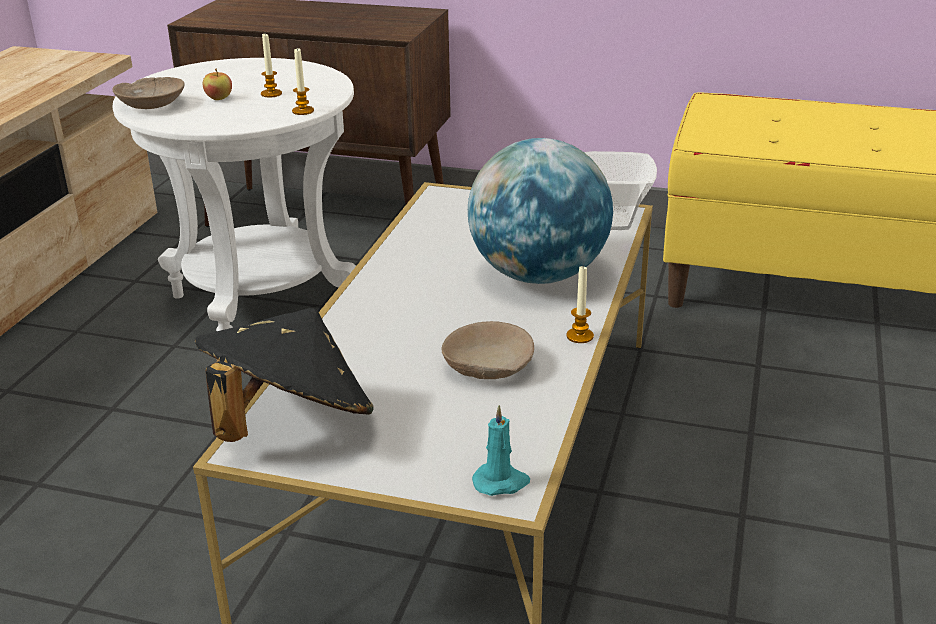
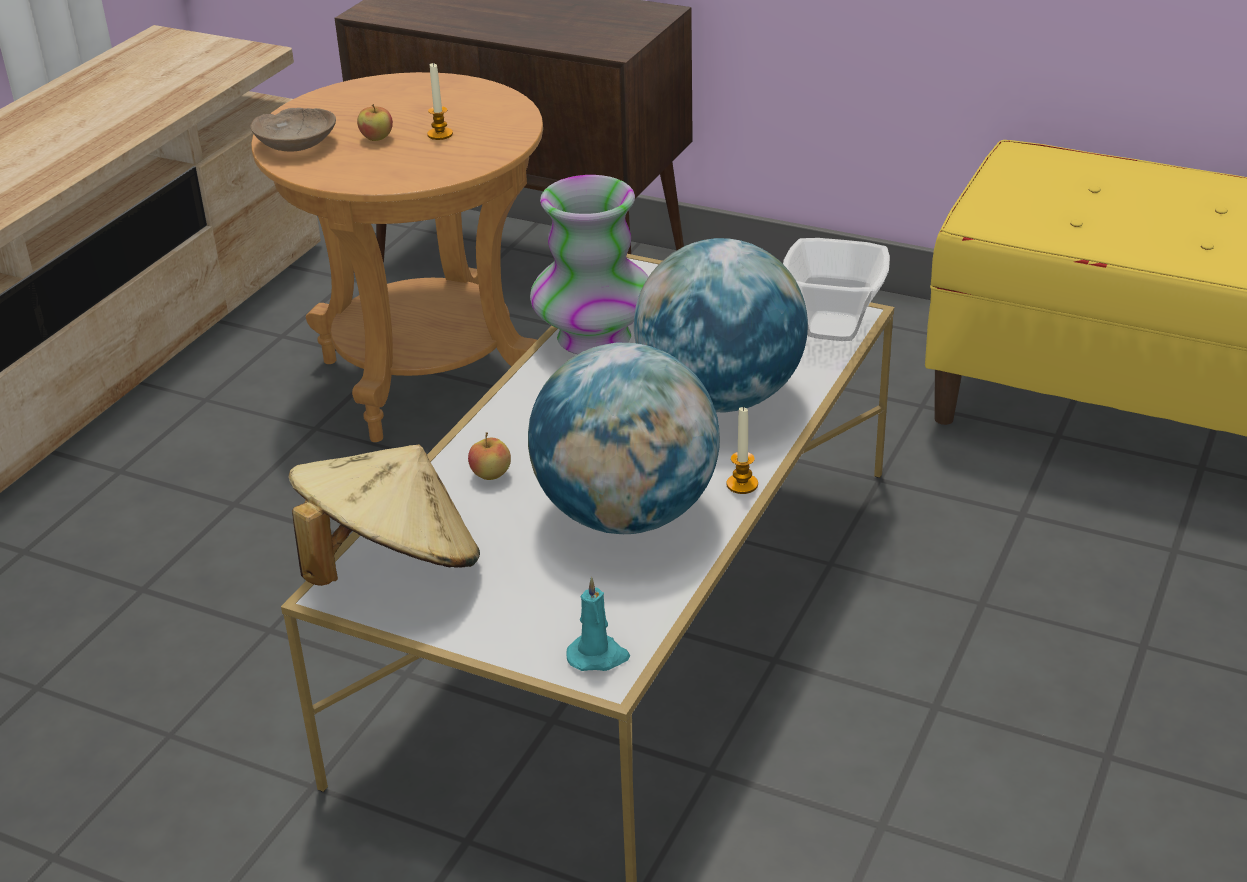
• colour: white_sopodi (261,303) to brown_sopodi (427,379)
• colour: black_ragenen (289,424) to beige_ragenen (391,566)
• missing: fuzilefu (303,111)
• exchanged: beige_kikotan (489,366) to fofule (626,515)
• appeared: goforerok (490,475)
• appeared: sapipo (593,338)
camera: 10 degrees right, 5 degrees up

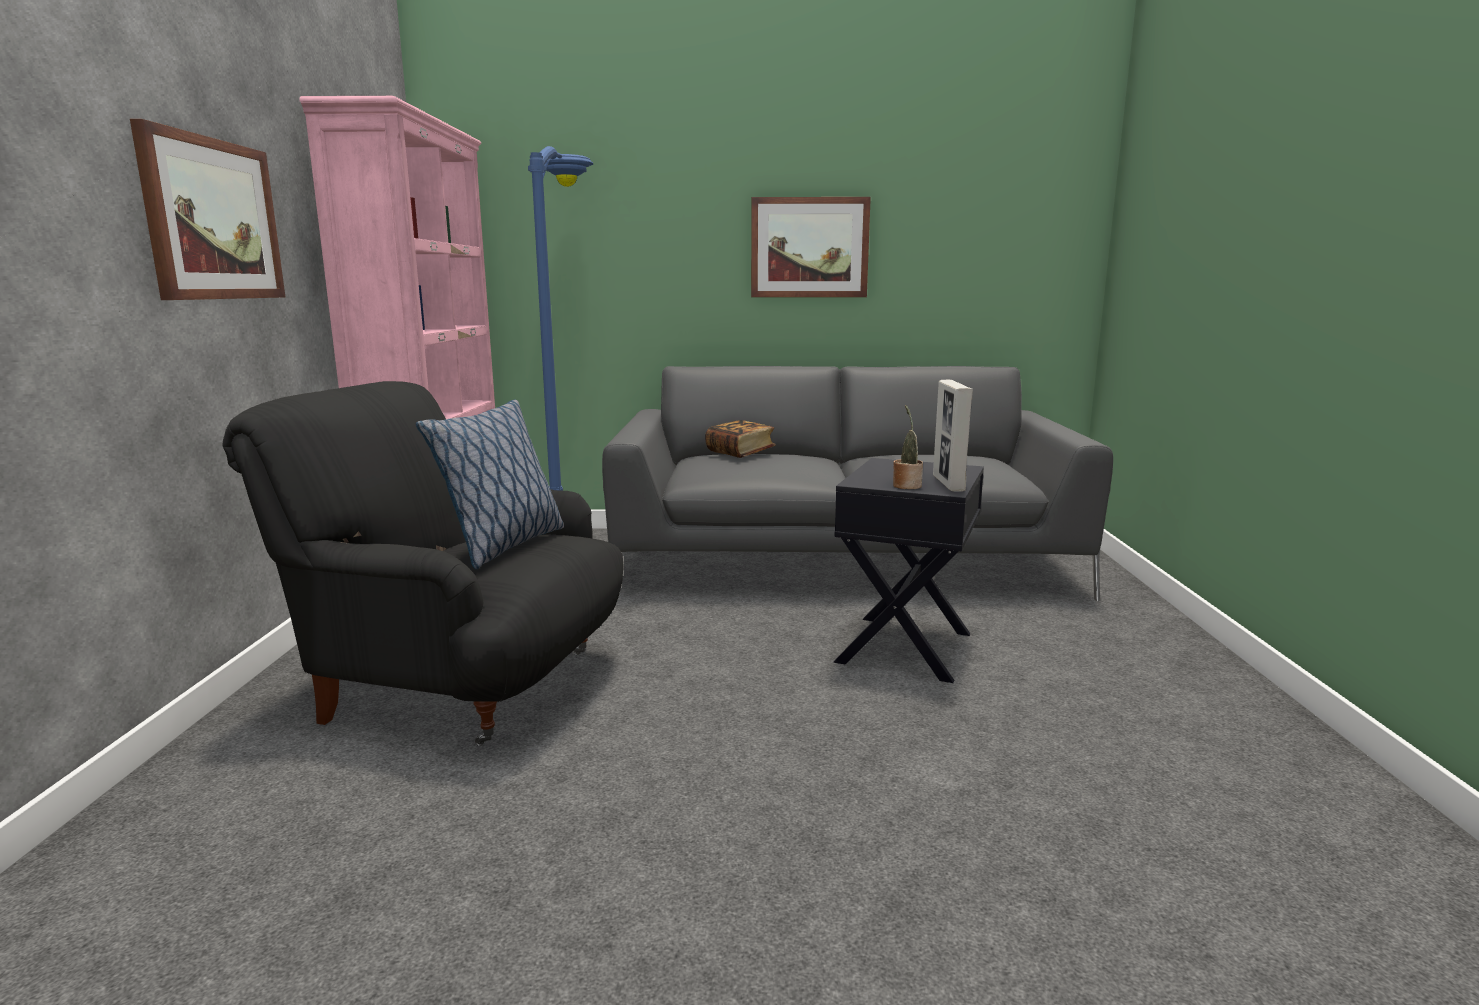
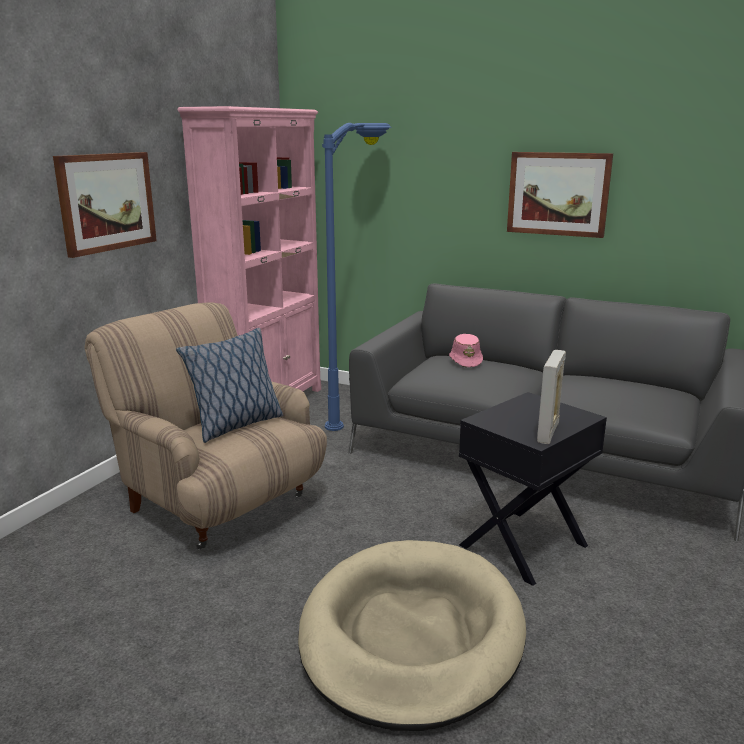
• colour: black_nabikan (463,685) to beige_nabikan (218,504)
• exchanged: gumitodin (740,453) to pink_ragenen (466,361)
• missing: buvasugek (906,485)
• appeared: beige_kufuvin (411,635)
camera: 25 degrees right, 5 degrees up

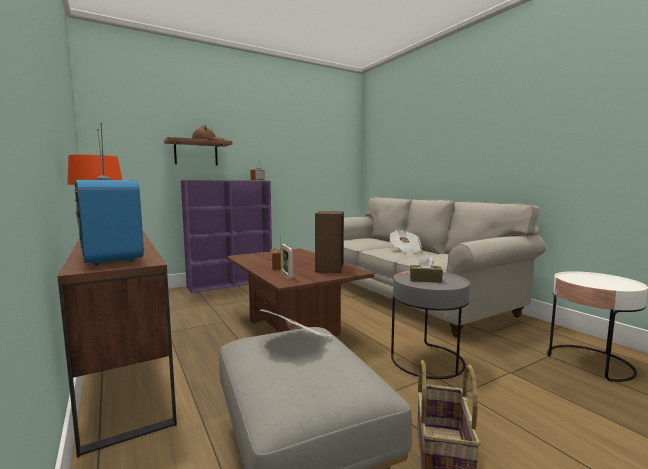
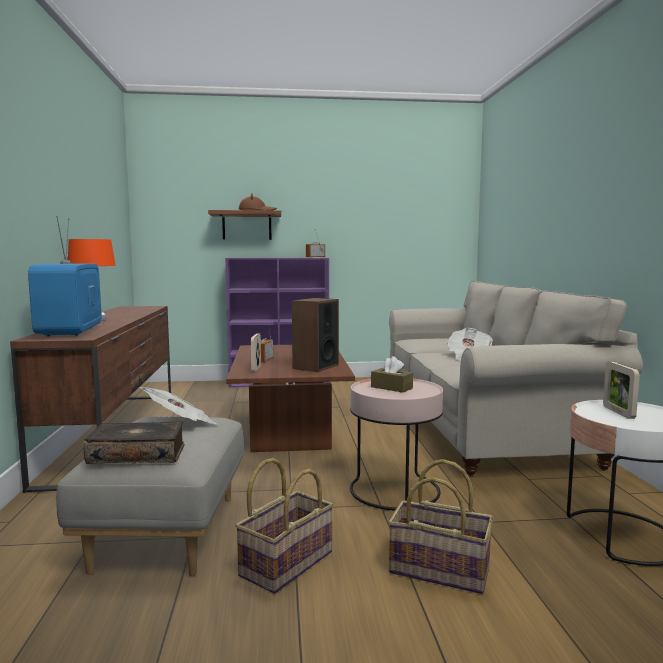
• colour: grey_sopodi (427,360) to pink_sopodi (394,490)
• appeared: gumitodin (137,454)
• appeared: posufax (440,569)
• appeared: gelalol (618,412)
camera: 25 degrees right, 0 degrees up

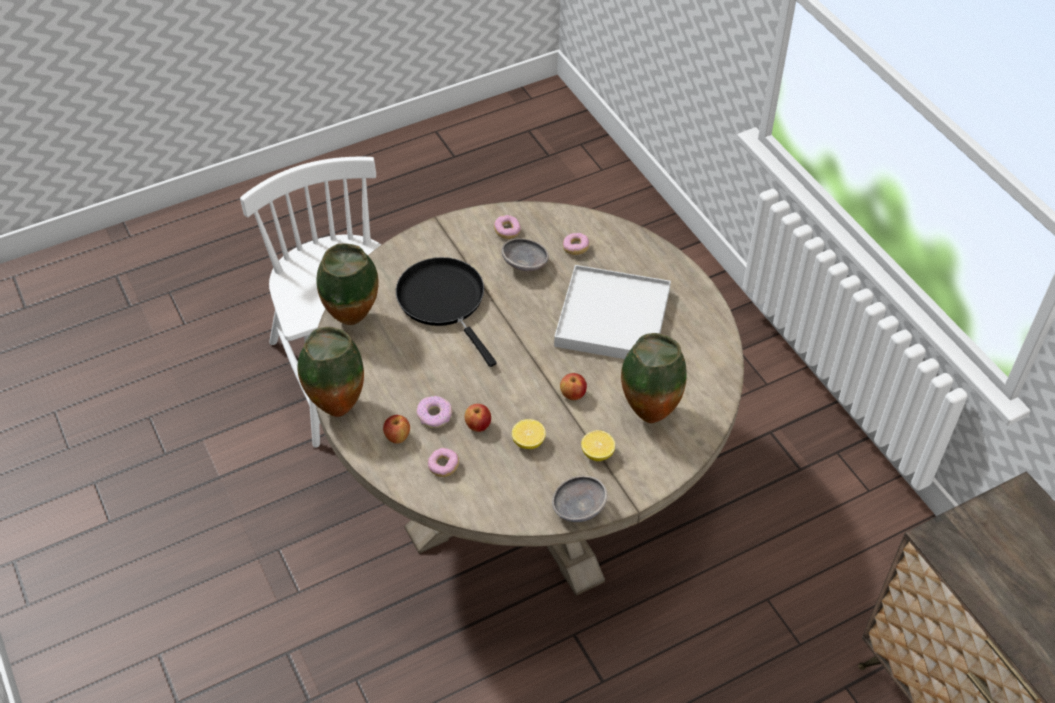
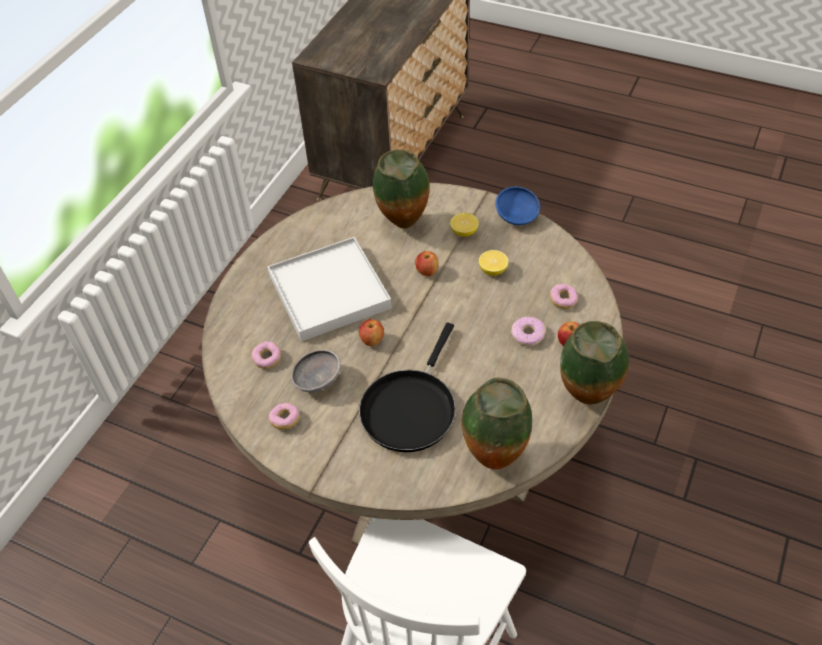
• relocated: goforerok (478,425) to (372,340)
• colour: grey_kikotan (578,508) to blue_kikotan (517,217)
camera: 125 degrees left, 0 degrees up

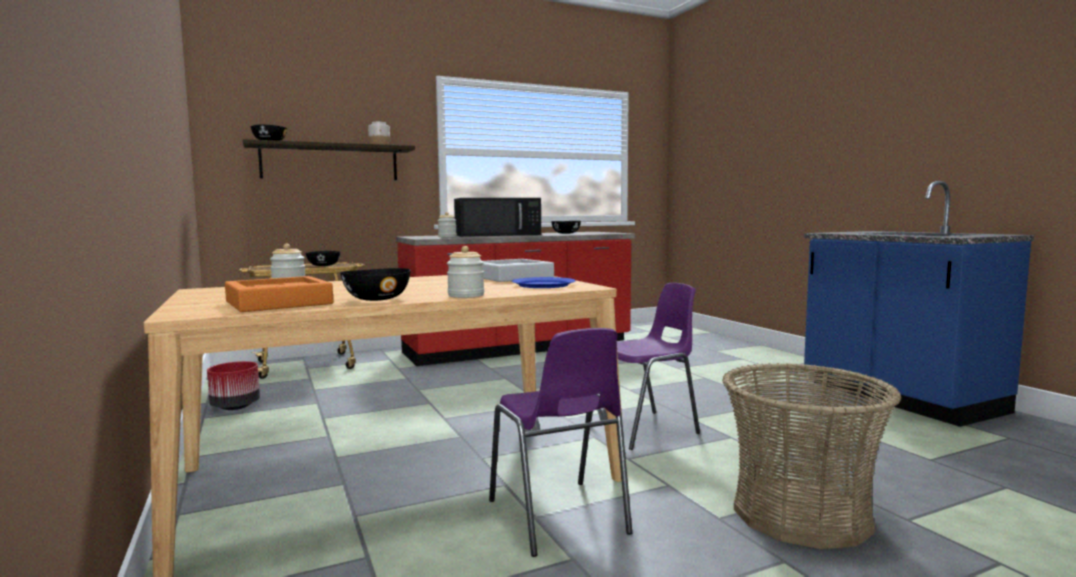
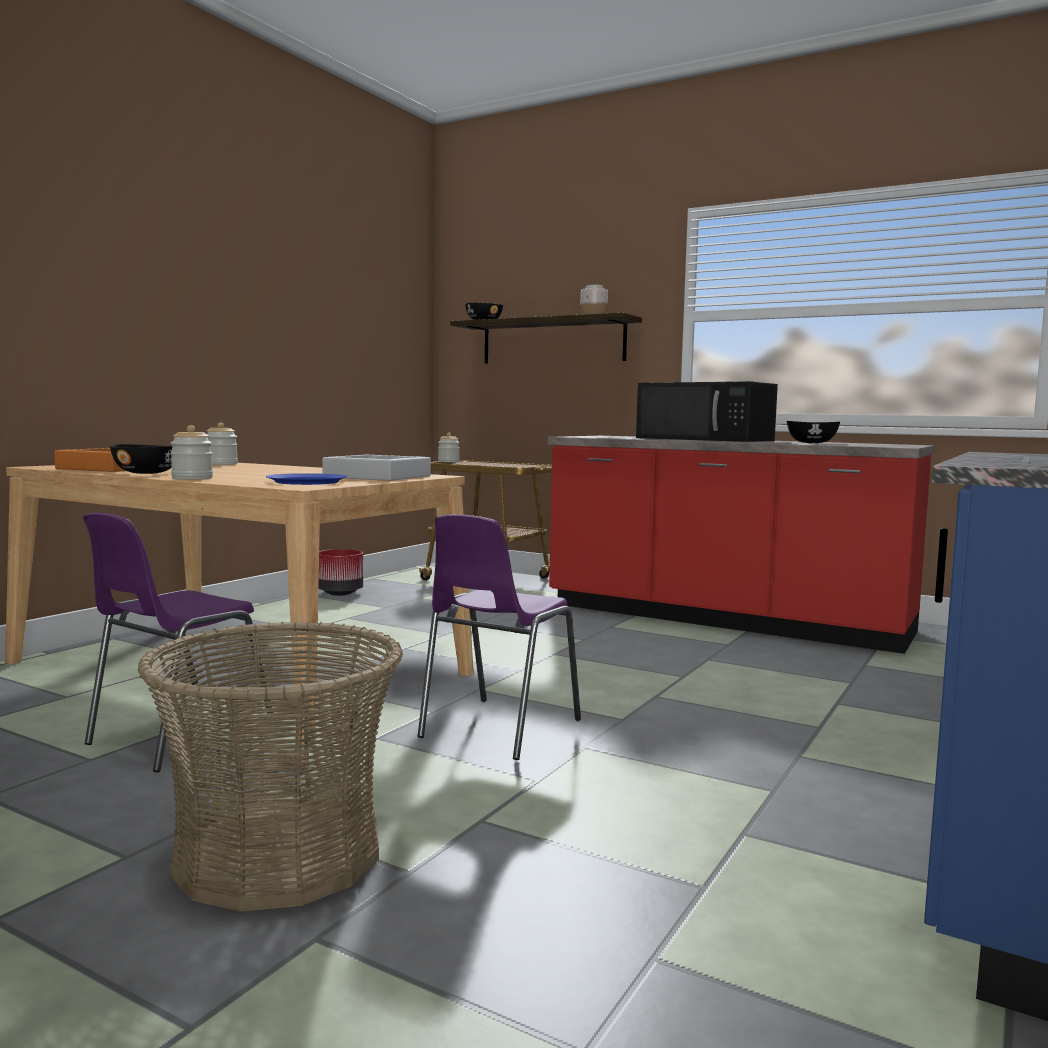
• missing: black_kikotan (324,266)
• relocated: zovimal (447,237) to (448,461)
• spun: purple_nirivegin (645,429) = (497,729) 90 degrees clockwise
camera: 55 degrees right, 0 degrees up

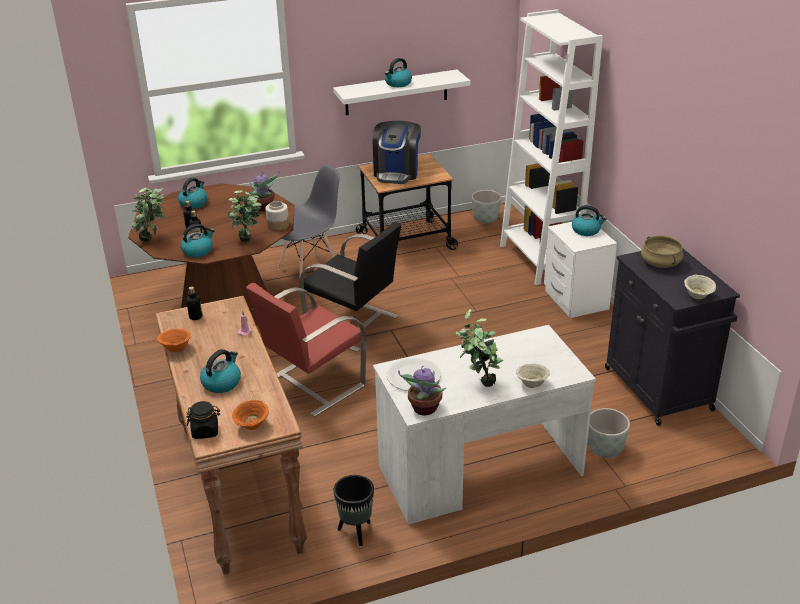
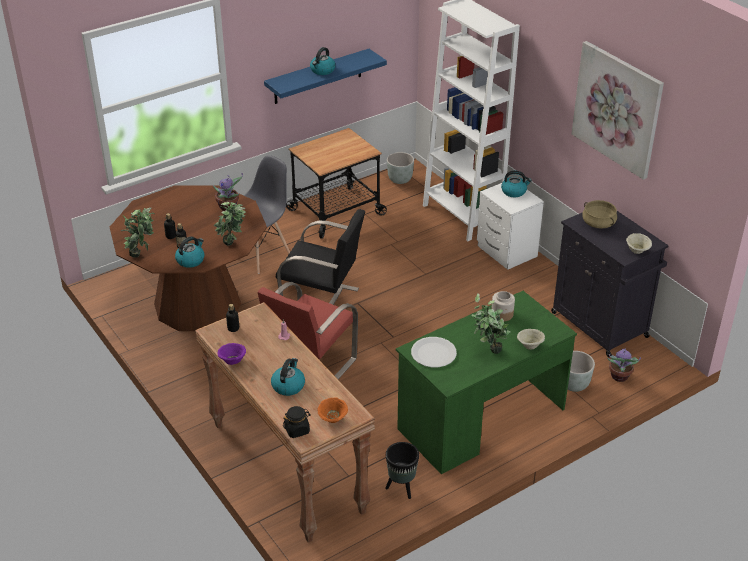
• colour: orange_kikotan (176,349) to purple_kikotan (232,361)
• missing: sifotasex (193,203)
• relocated: zovimal (277,225) to (501,314)
• colour: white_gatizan (396,92) to blue_gatizan (318,77)
• missing: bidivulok (397,172)
• colour: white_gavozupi (479,471) to green_gavozupi (481,419)
• relocated: buvasugek (424,409) to (619,377)
• appeared: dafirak (617,109)
camera: 15 degrees left, 5 degrees up

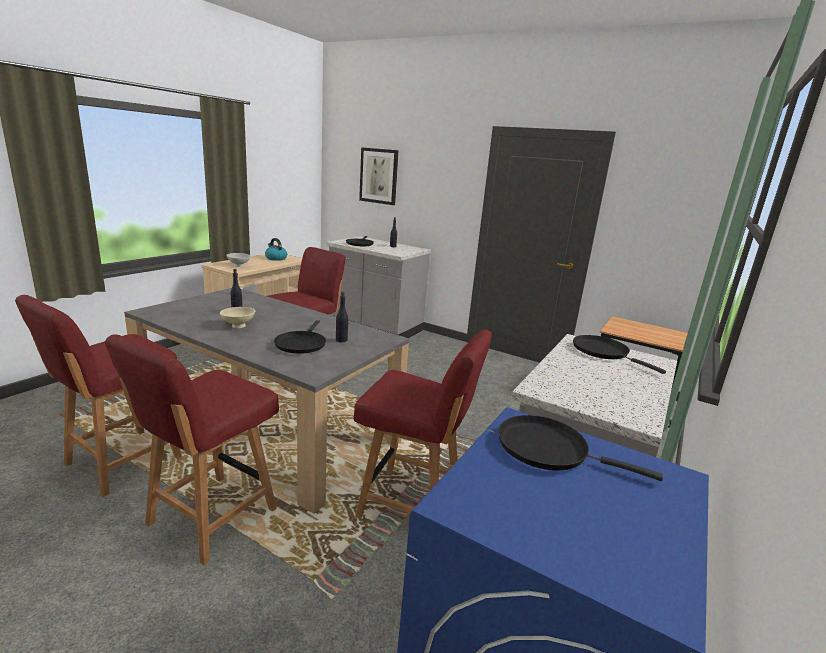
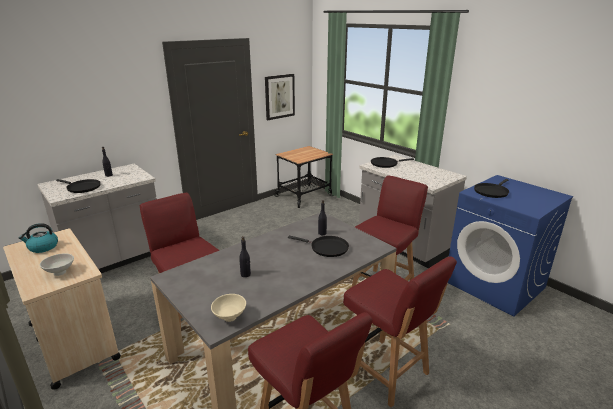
• relocated: beige_kikotan (237,326) to (230,318)
• relocated: dafirak (379,176) to (279,96)
camera: 70 degrees left, 5 degrees up

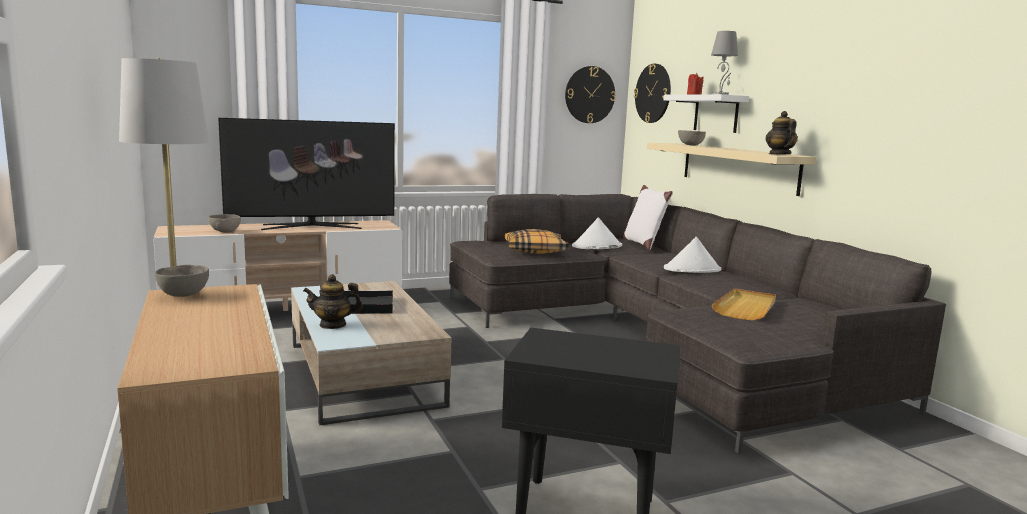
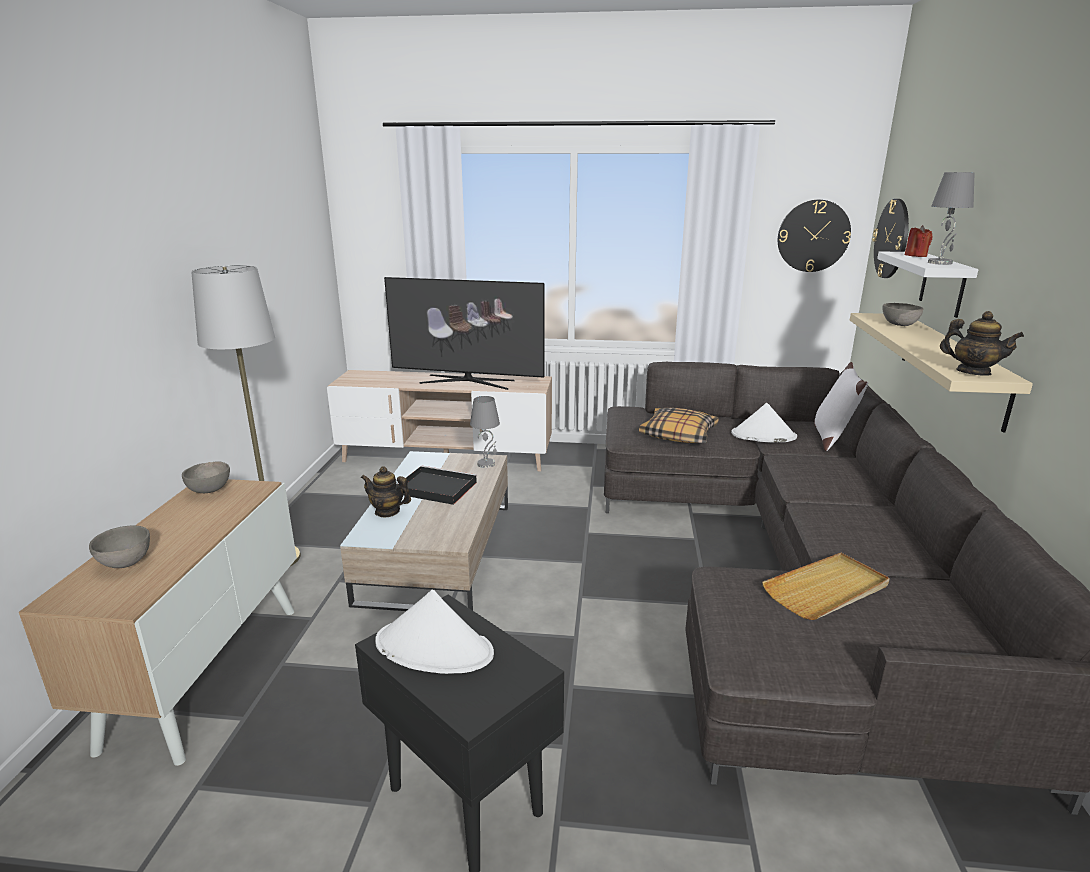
• relocated: grey_kikotan (225,232) to (125,563)
• relocated: white_ragenen (692,270) to (435,648)
• spun: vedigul (779,154) = (973,372) 105 degrees clockwise
• appeared: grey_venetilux (486,464)
camera: 30 degrees right, 10 degrees up

